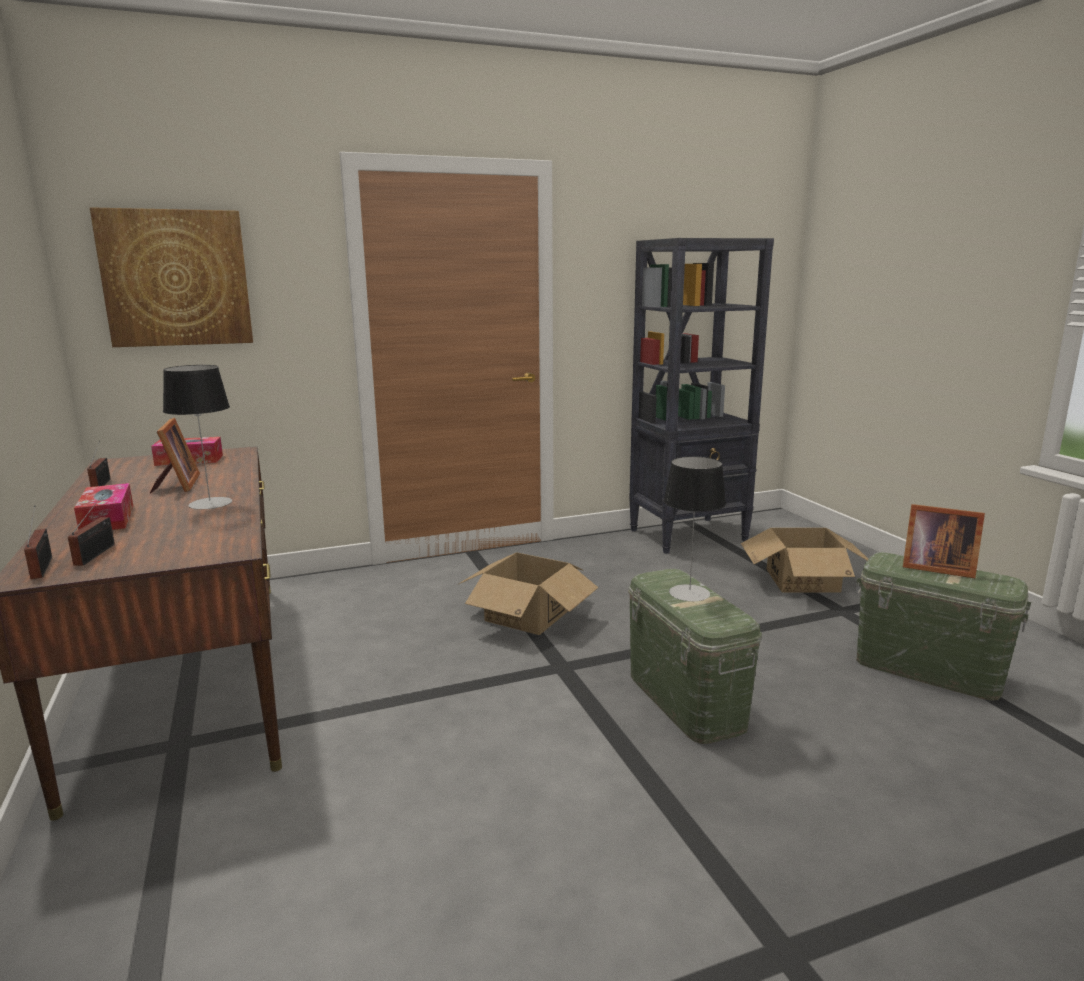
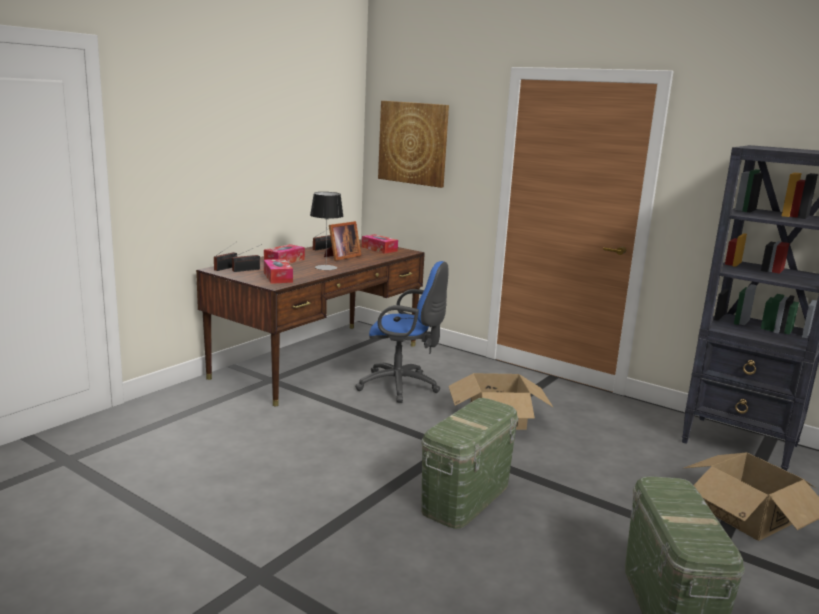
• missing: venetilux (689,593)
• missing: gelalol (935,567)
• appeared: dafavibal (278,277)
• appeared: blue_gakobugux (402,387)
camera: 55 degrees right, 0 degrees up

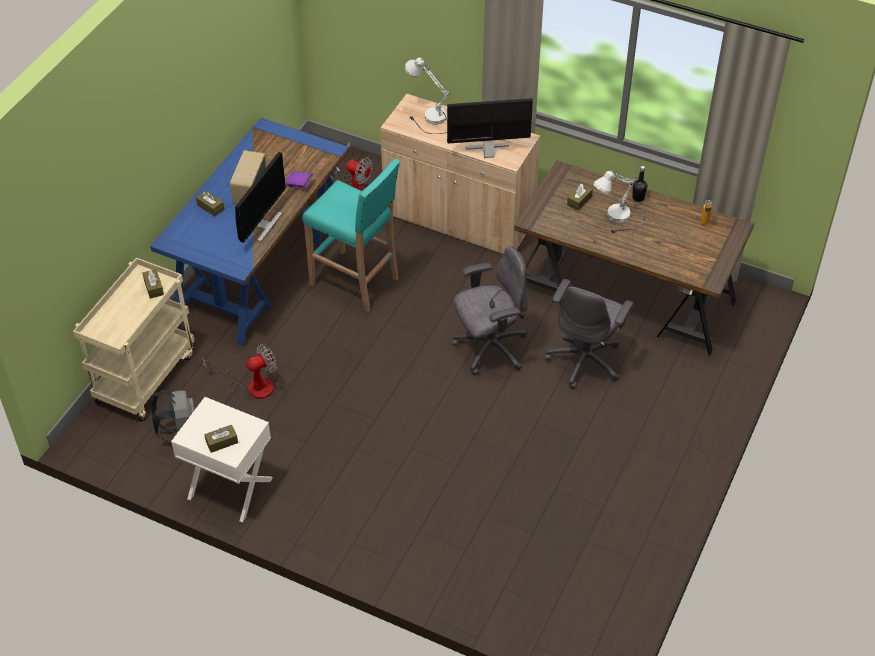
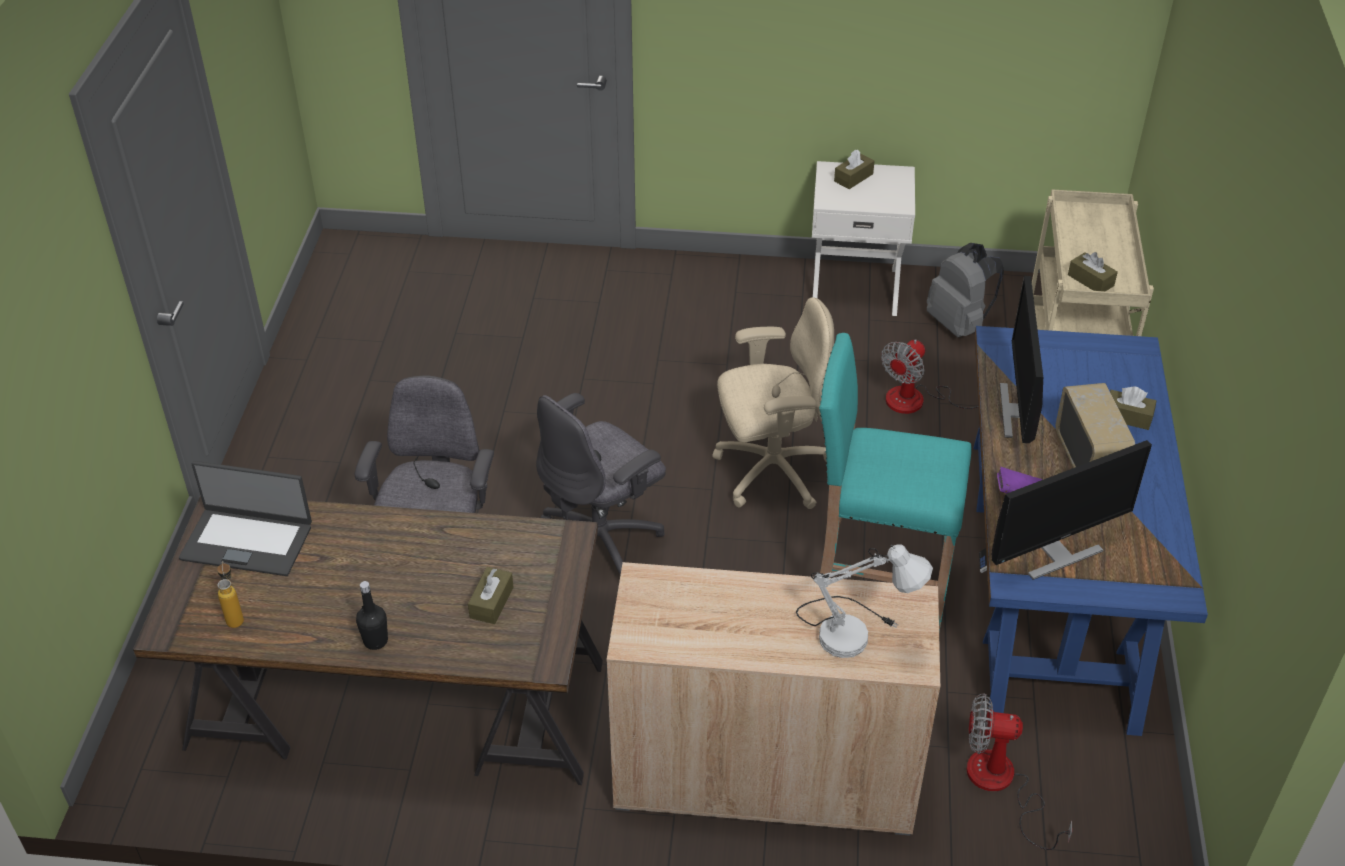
• relocated: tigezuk (488,151) to (1056,553)
• missing: white_venetilux (619,221)
• appeared: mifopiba (247,541)
• appeared: beige_gakobugux (771,471)
camera: 160 degrees right, 5 degrees down

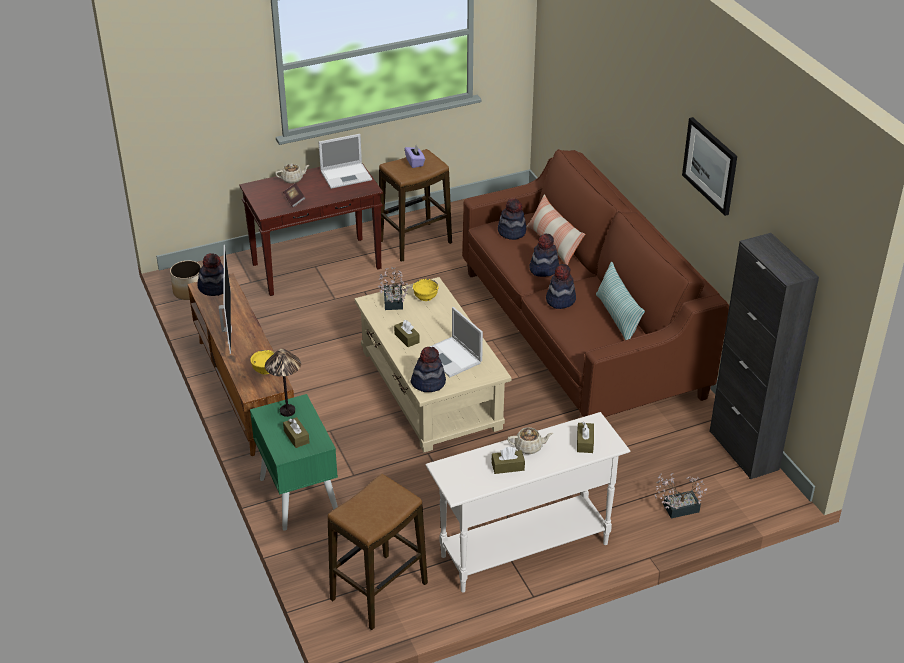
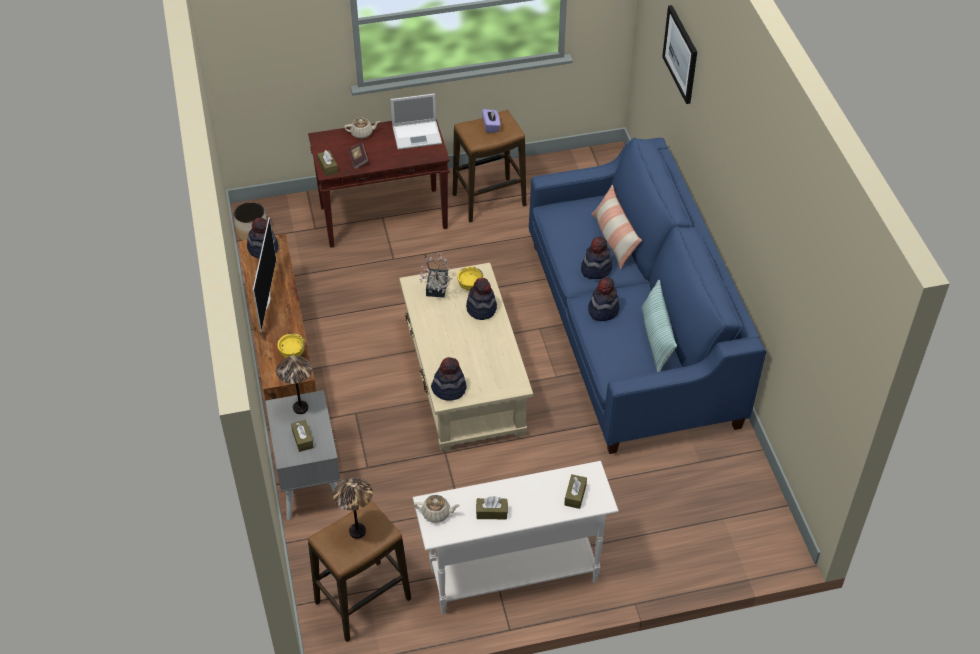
• colour: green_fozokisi (298,495) to grey_fozokisi (309,482)
• relocated: brown_dafavibal (406,338) to (328,167)
• missing: mifopiba (452,357)
• colour: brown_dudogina (580,333) to blue_dudogina (631,332)
• relocated: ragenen (512,232) to (481,308)
• relocated: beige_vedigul (529,447) to (437,513)
• missing: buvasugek (677,509)
• relocated: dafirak (710,165) to (681,54)
• missing: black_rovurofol (743,450)
• appeared: venetilux (357,532)
camera: 10 degrees right, 10 degrees up

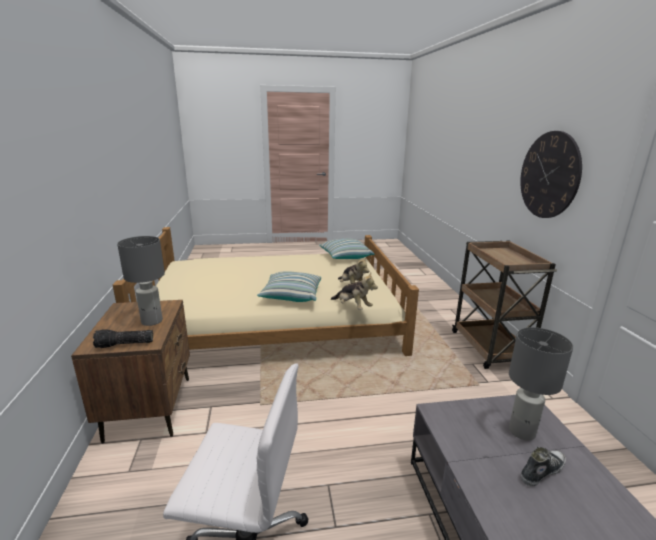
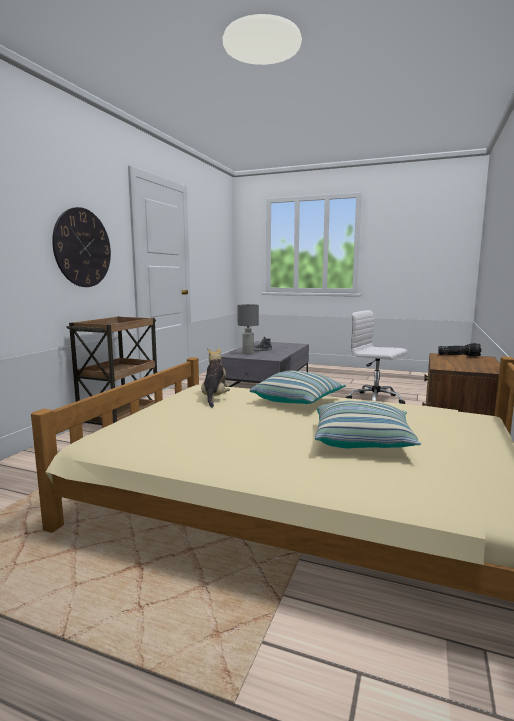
• missing: grey_venetilux (152,321)
• relocated: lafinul (345,257) to (362,441)
• missing: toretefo (352,307)
camera: 150 degrees left, 10 degrees down

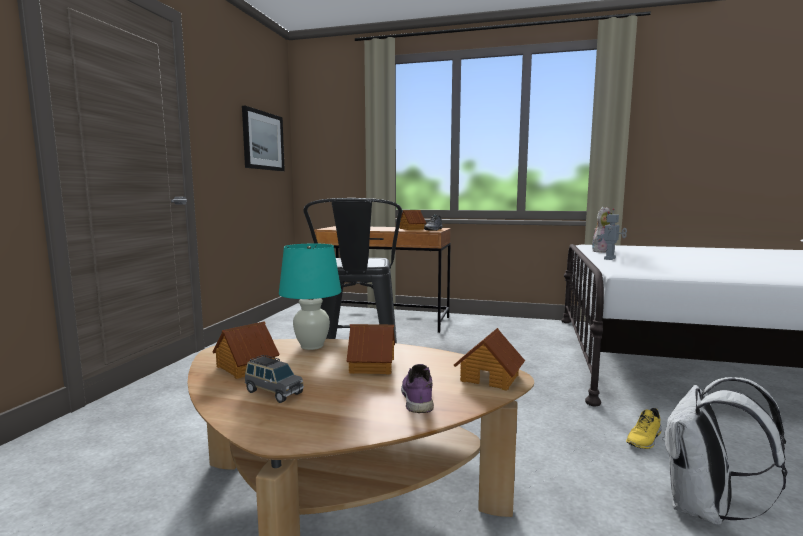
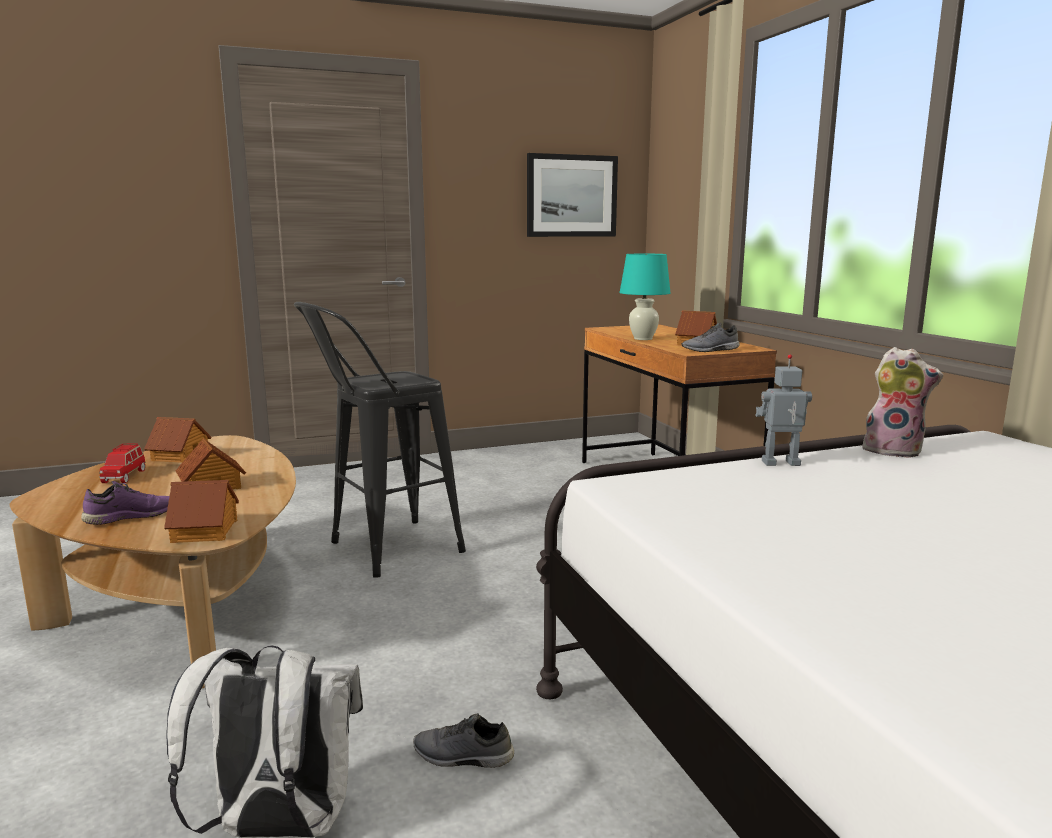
• colour: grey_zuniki (273,392) to red_zuniki (124,476)
• relocated: turquoise_venetilux (312,346) to (643,339)
• colour: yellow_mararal (645,439) to grey_mararal (462,757)
camera: 55 degrees right, 5 degrees up

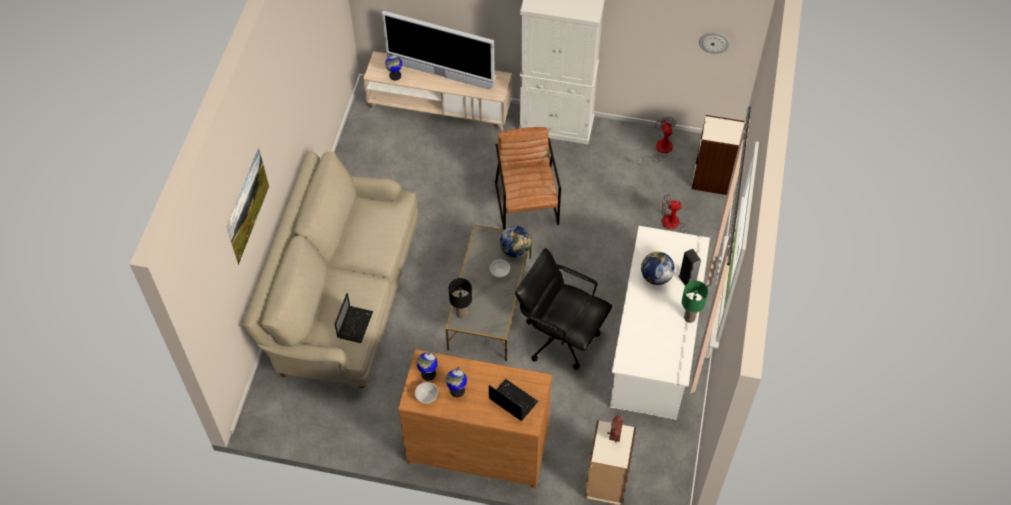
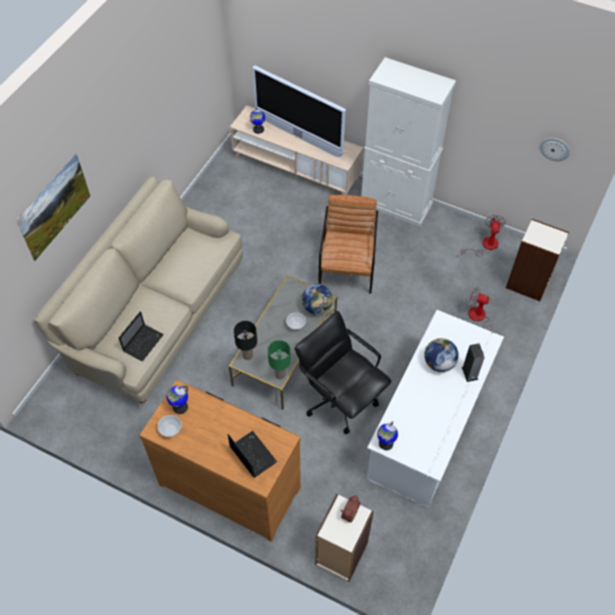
• relocated: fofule (457,390) to (385,443)
• relocated: green_venetilux (689,318) to (280,375)
camera: 15 degrees right, 0 degrees up

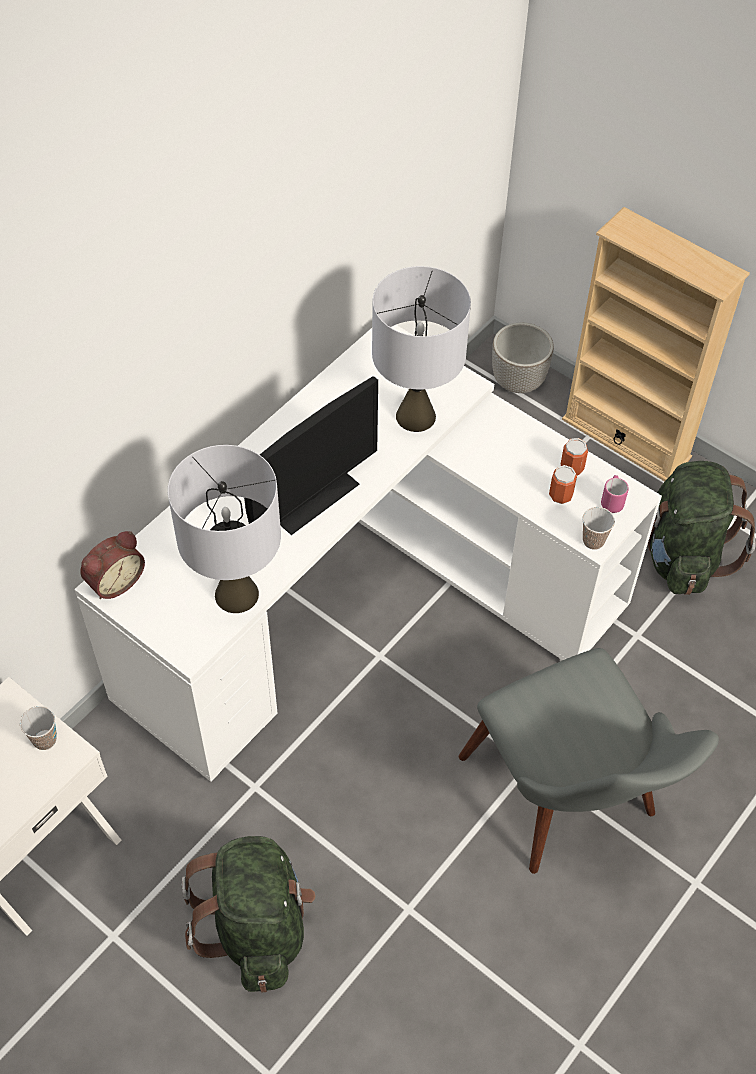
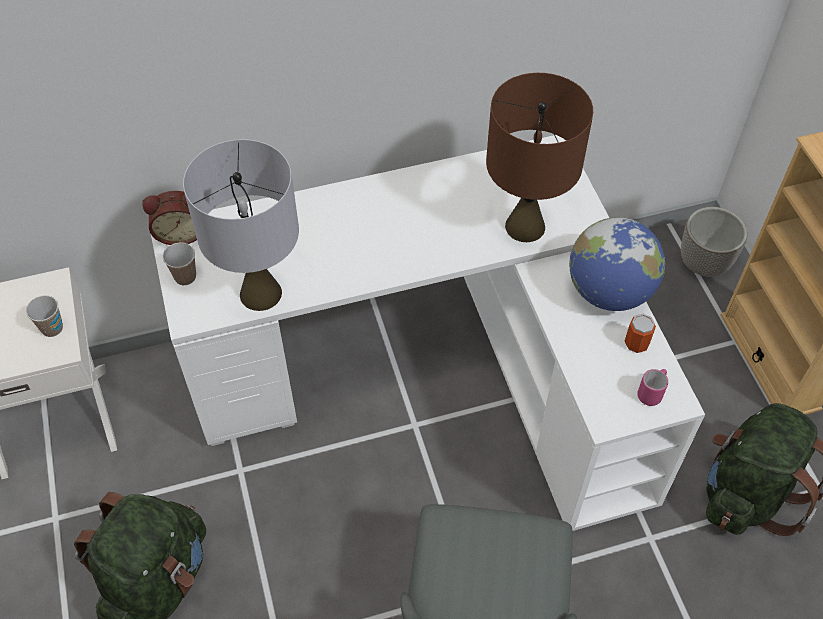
• missing: tigezuk (311,497)
• colour: grey_venetilux (416,416) to brown_venetilux (525,227)
• missing: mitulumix (560,495)
• relocated: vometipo (593,541) to (185,277)
• appeared: fofule (609,292)
camera: 35 degrees right, 0 degrees up

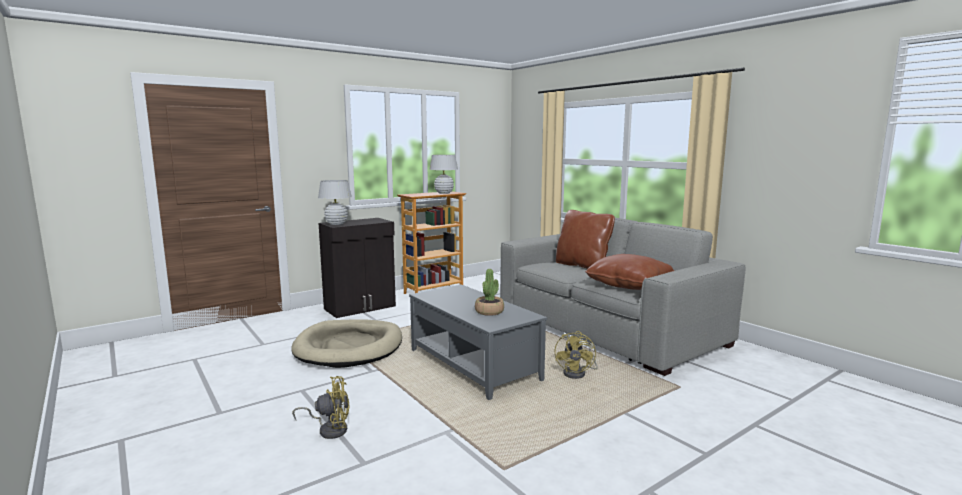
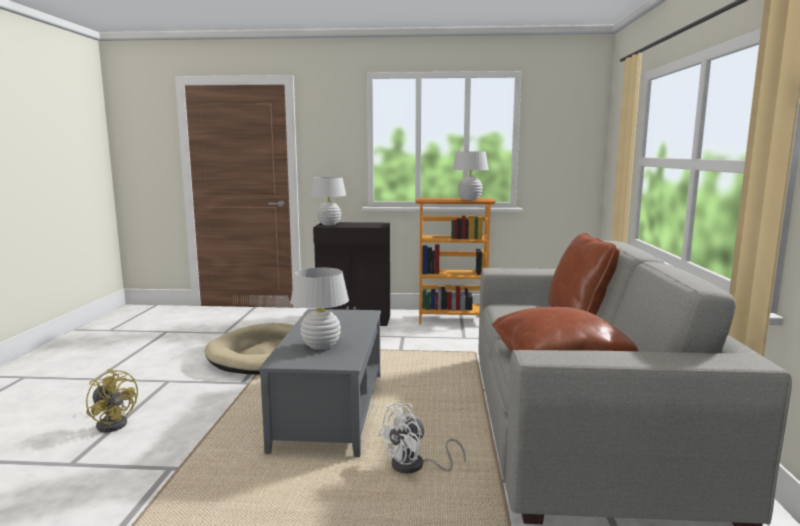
• exchanged: buvasugek (489,311) to white_venetilux (321,346)
• colour: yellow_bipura (578,373) to white_bipura (415,467)
camera: 40 degrees right, 0 degrees up

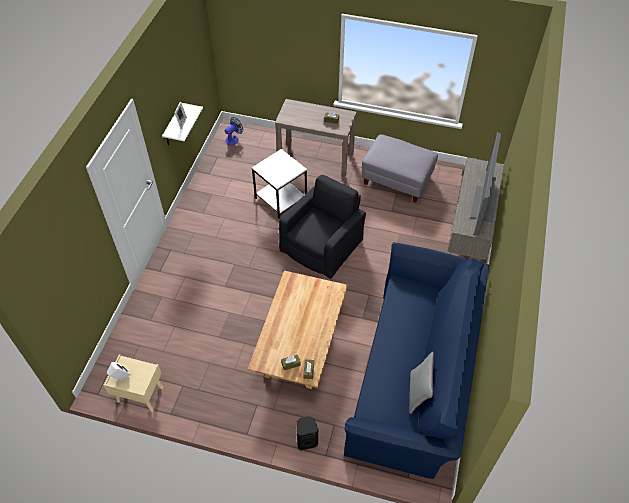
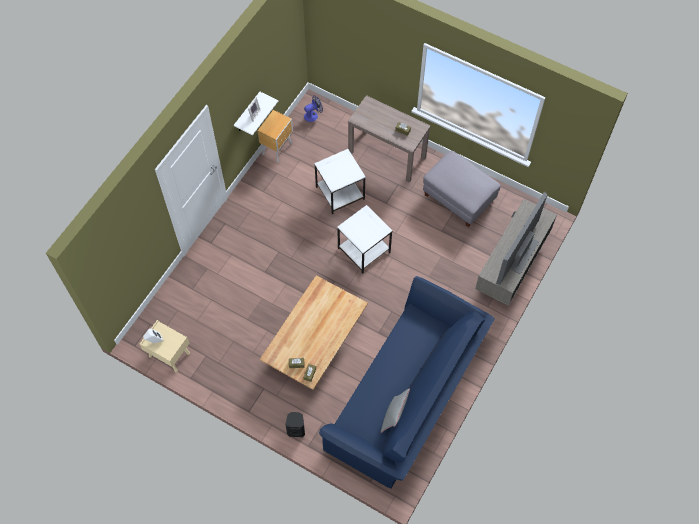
• exchanged: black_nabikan (322,244) to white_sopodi (364,250)
• appeared: brown_fozokisi (278,149)
camera: 15 degrees right, 10 degrees up

